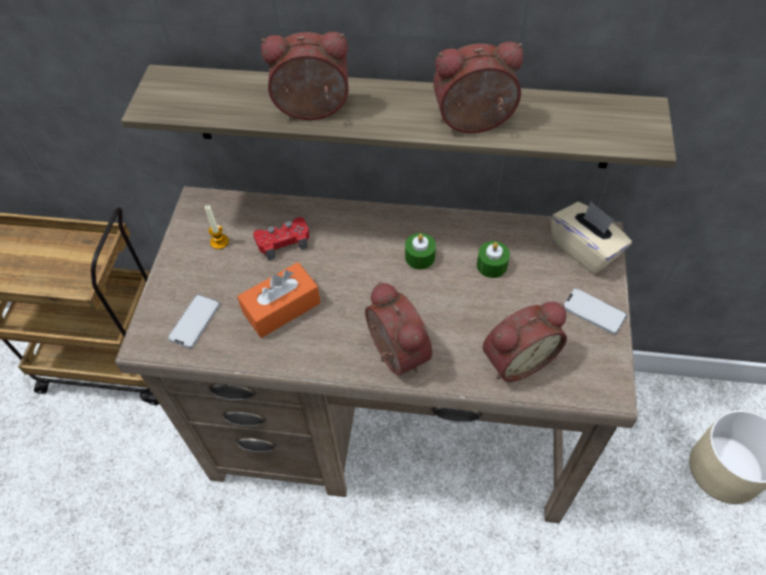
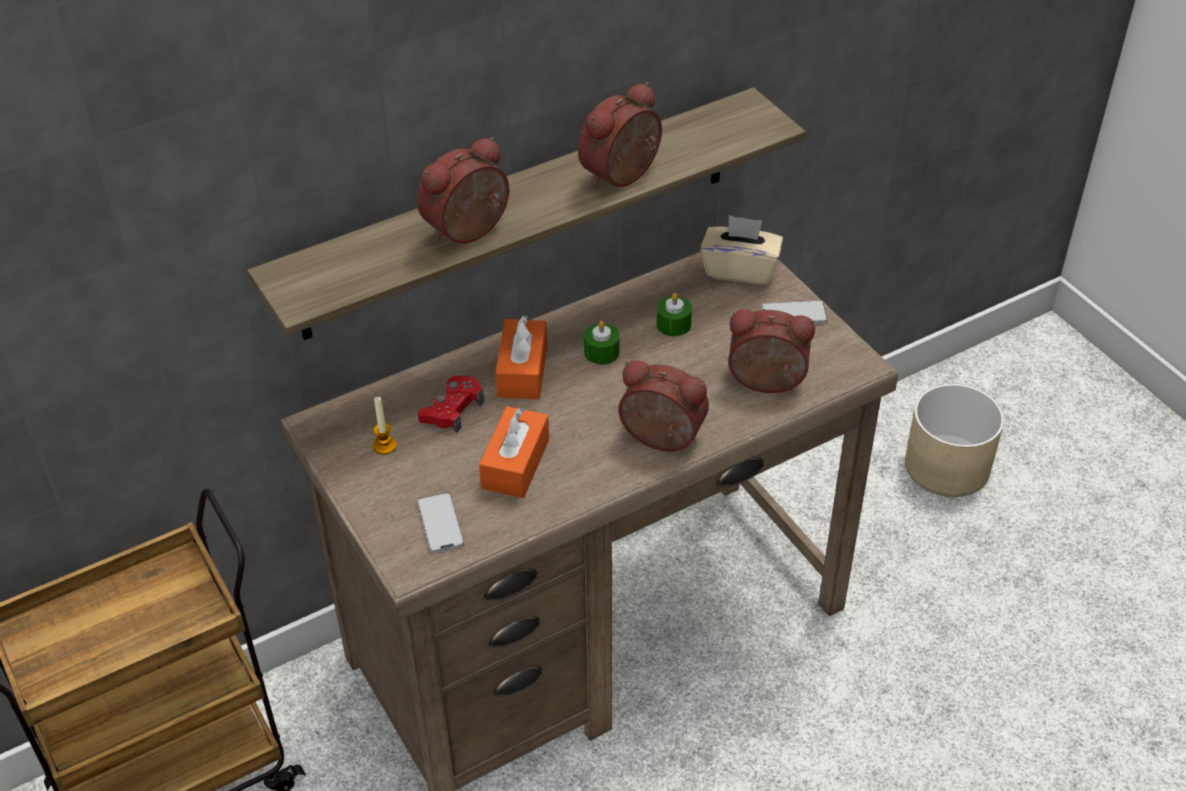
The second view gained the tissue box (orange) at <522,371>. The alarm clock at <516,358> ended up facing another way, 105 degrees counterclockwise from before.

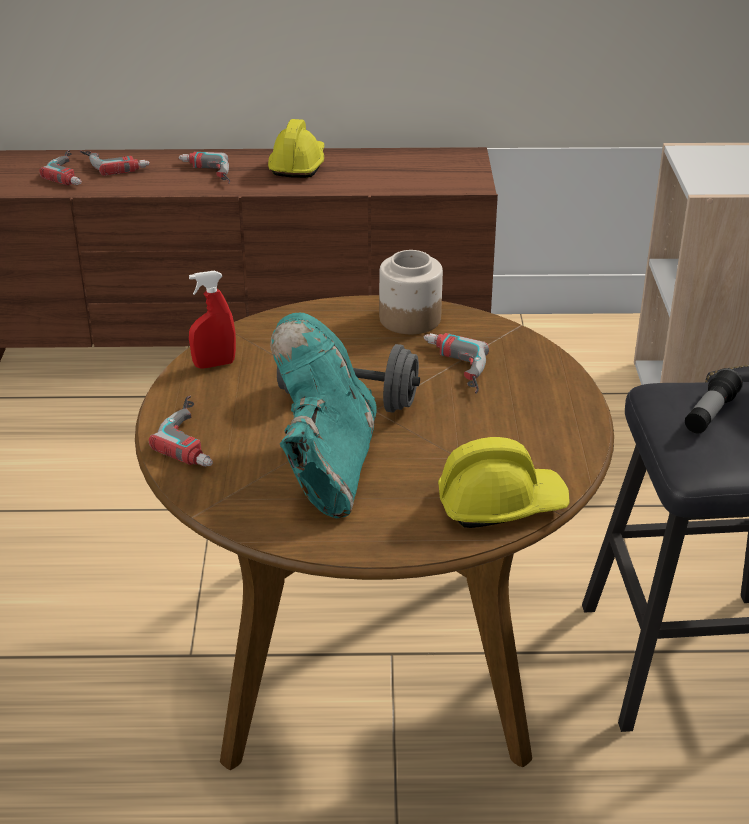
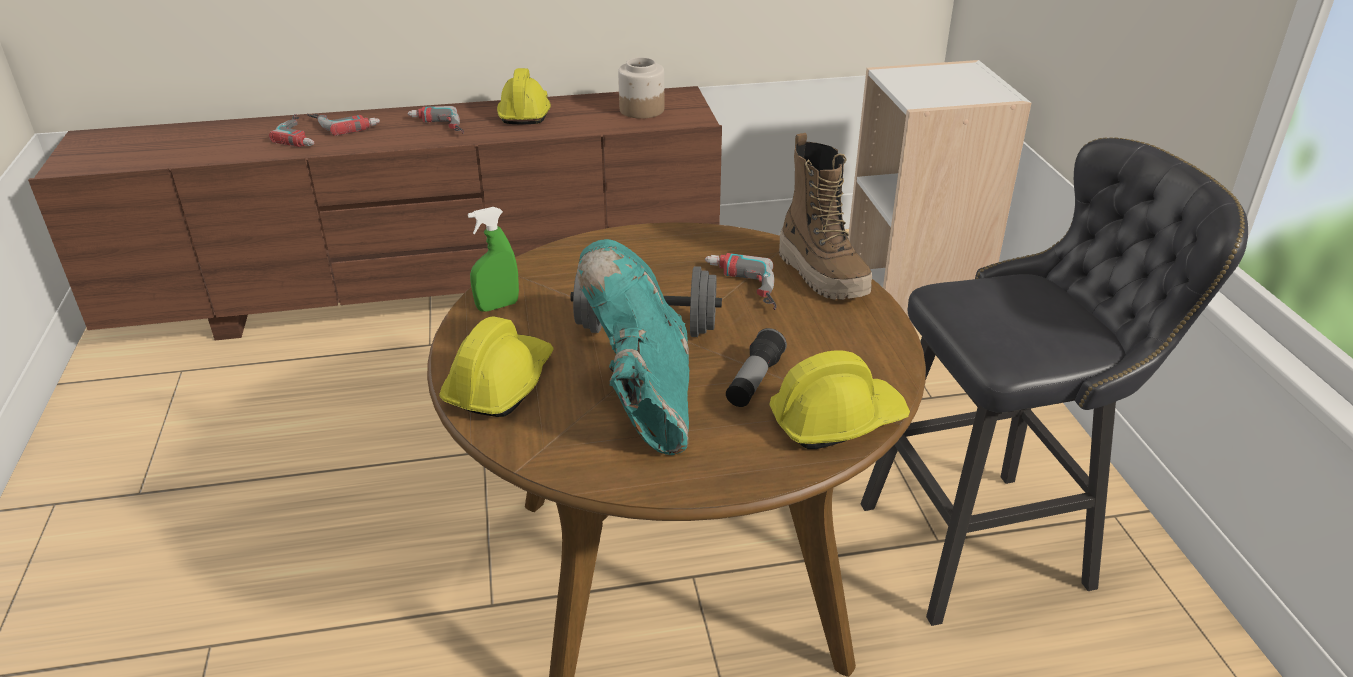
The second view gained the boot at <822,275>. The jar ended up elsewhere, having gone from <409,319> to <641,110>. The flashlight ended up elsewhere, having gone from <710,414> to <754,381>. Where the power drill stood at <198,437>, the hard hat (yellow) came to stand at <500,384>. What was the spray bottle (red) at <214,364> turned into the spray bottle (green) at <497,306>.

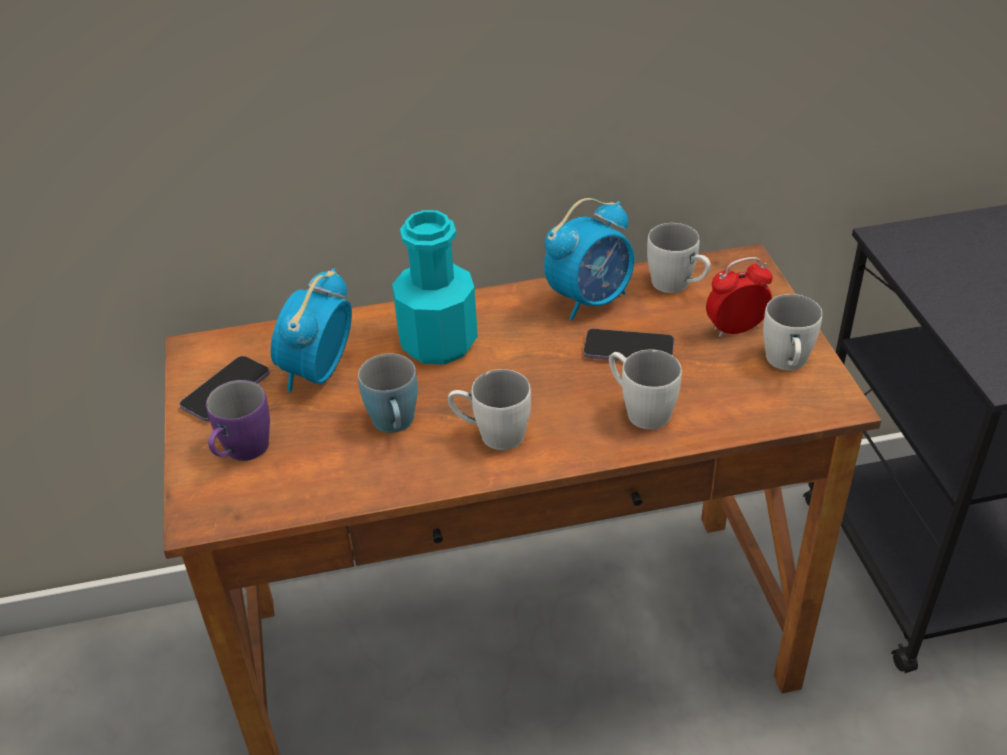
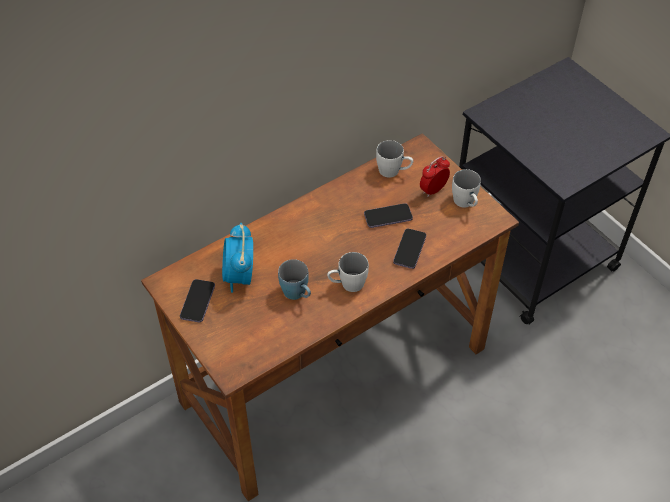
The second view lost the mug (purple) at <242,453>. The second view lost the bottle (turquoise) at <438,343>. The second view lost the alarm clock at <590,300>. Where the mug (white) stood at <639,410>, the phone came to stand at <409,249>.

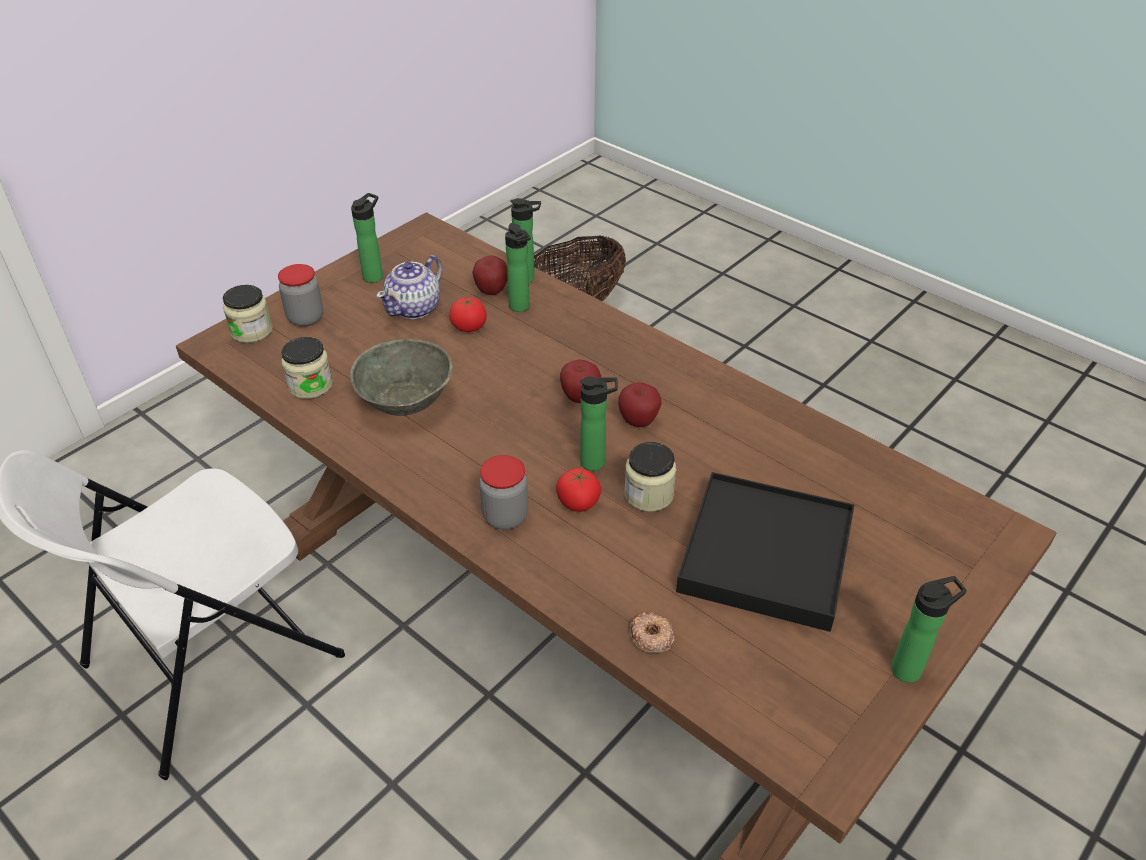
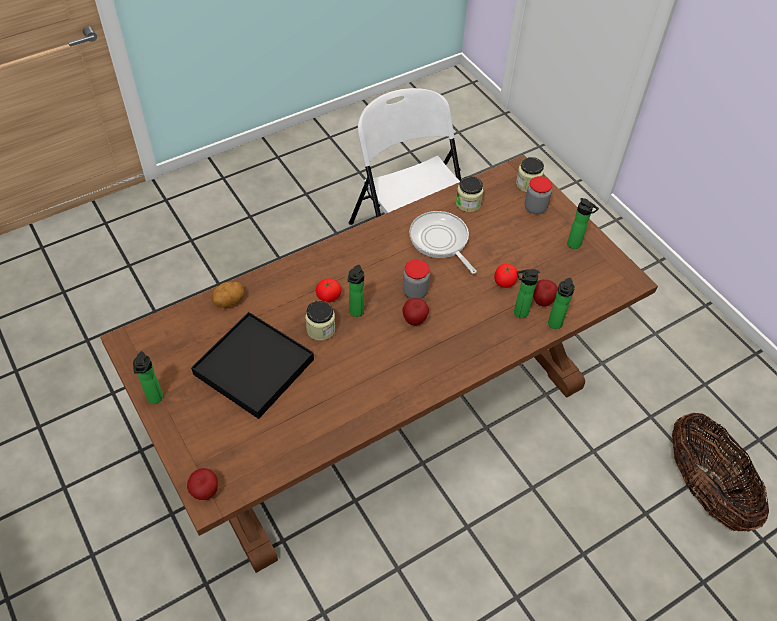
The second view lost the teapot at <414,308>. The jar ended up elsewhere, having gone from <505,516> to <415,292>. The apple ended up elsewhere, having gone from <638,422> to <205,492>. Where the bowl (grey) stood at <407,400>, the frying pan came to stand at <440,241>. Where the donut stood at <651,636>, the potato came to stand at <229,301>.

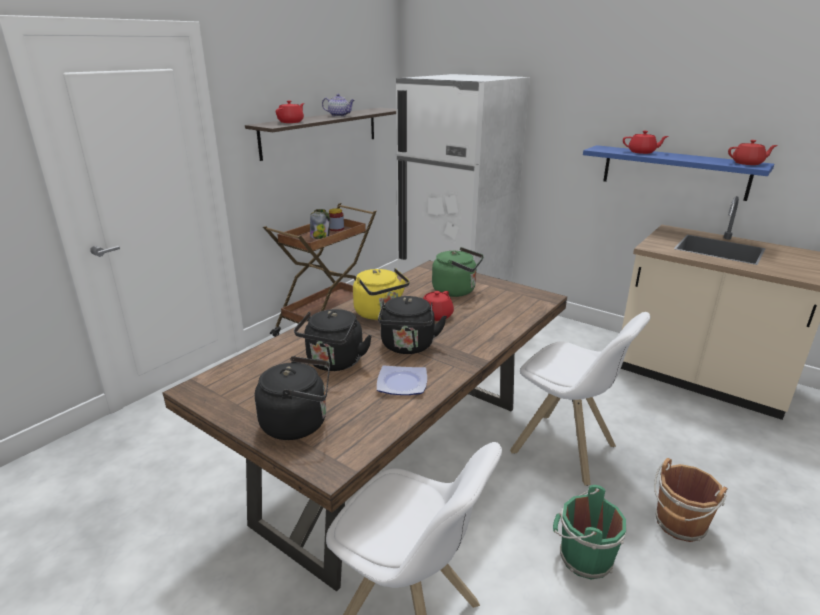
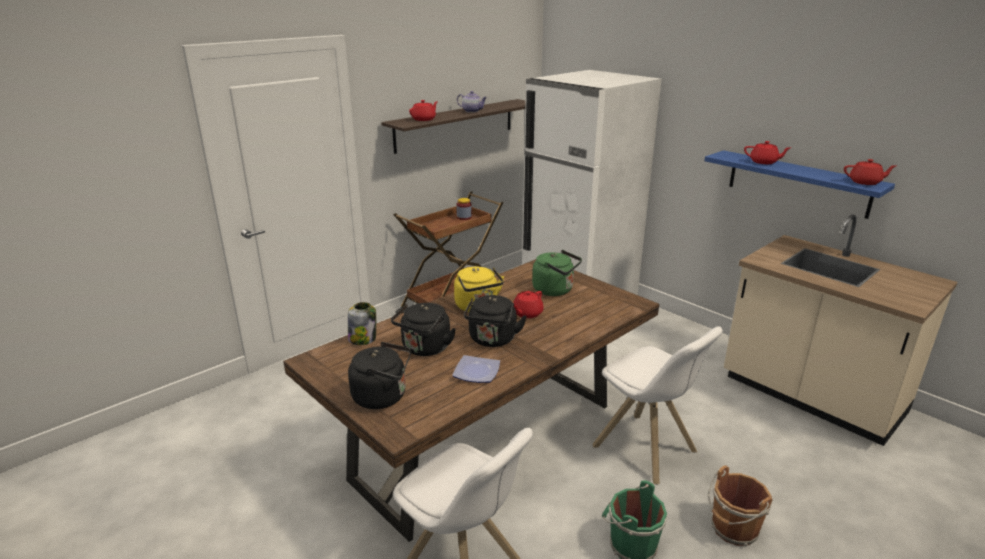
The jar ended up elsewhere, having gone from <320,236> to <363,339>.

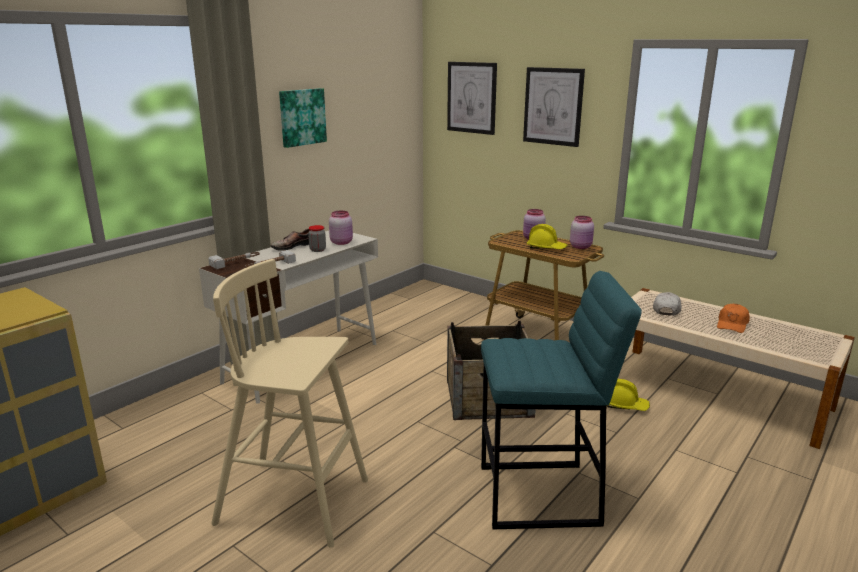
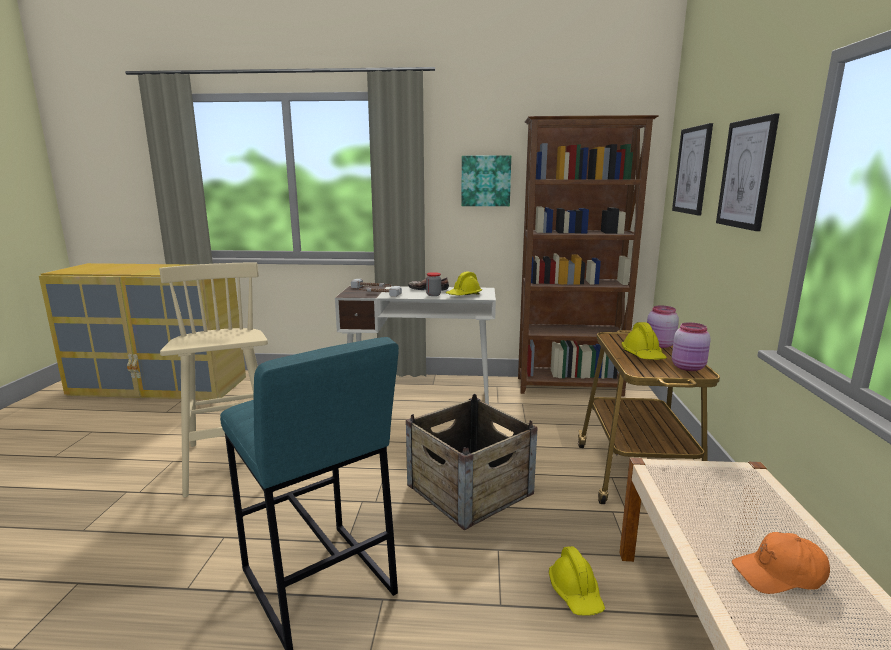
The second view lost the cap (white) at <666,310>. The second view gained the bookcase (brown) at <570,387>. Where the jar (pink) stood at <342,242>, the hard hat (yellow) came to stand at <464,295>.

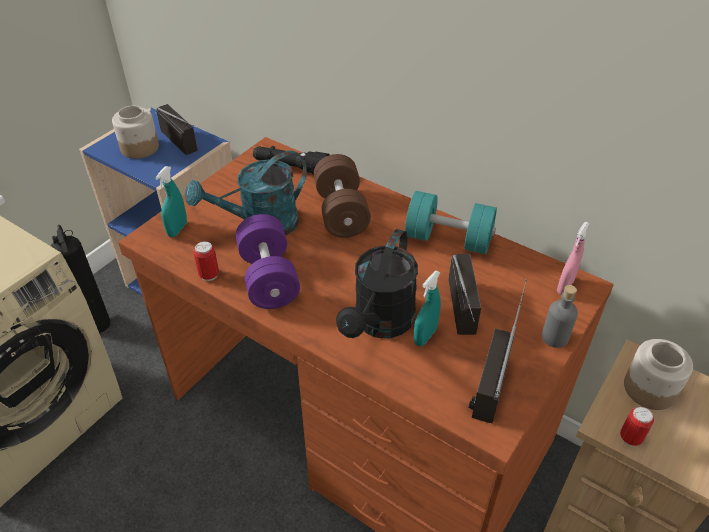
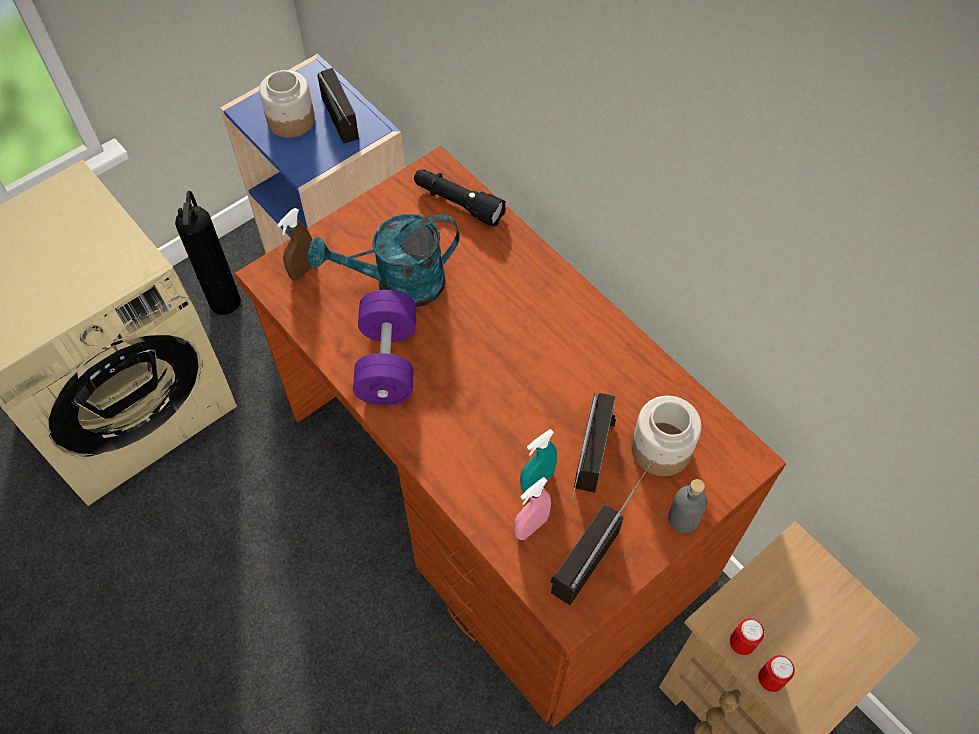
The second view lost the dumbbell (brown) at <341,212>. The second view lost the watering can (black) at <380,324>. The second view lost the dumbbell (turquoise) at <448,239>. The can ended up elsewhere, having gone from <209,275> to <770,679>. The spray bottle (pink) ended up elsewhere, having gone from <565,286> to <531,527>. The jar ended up elsewhere, having gone from <649,389> to <660,449>. What was the spray bottle (turquoise) at <177,229> turned into the spray bottle (brown) at <303,270>.

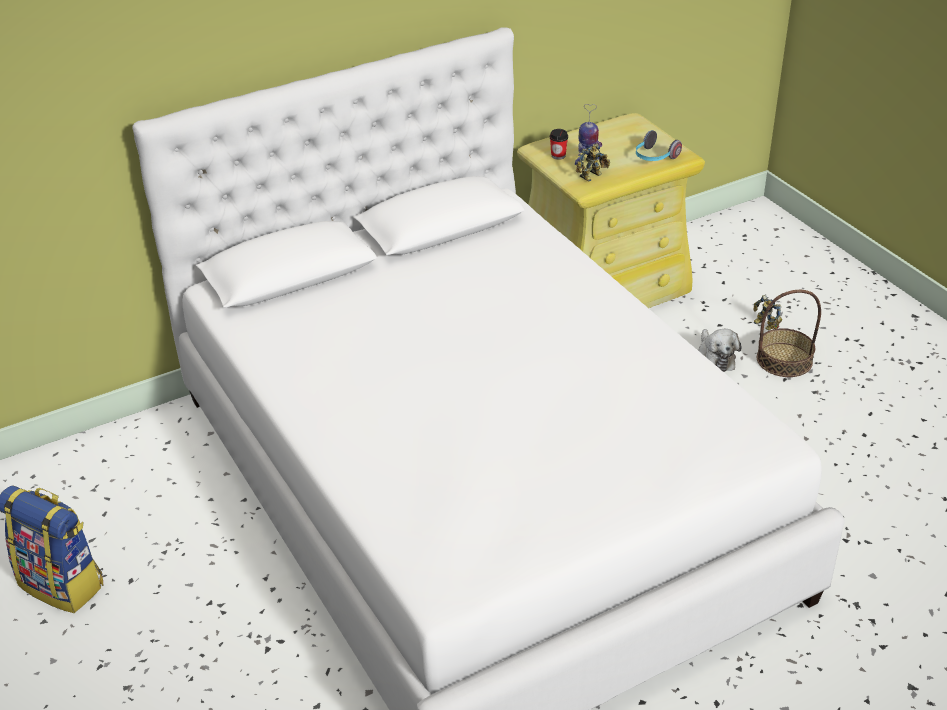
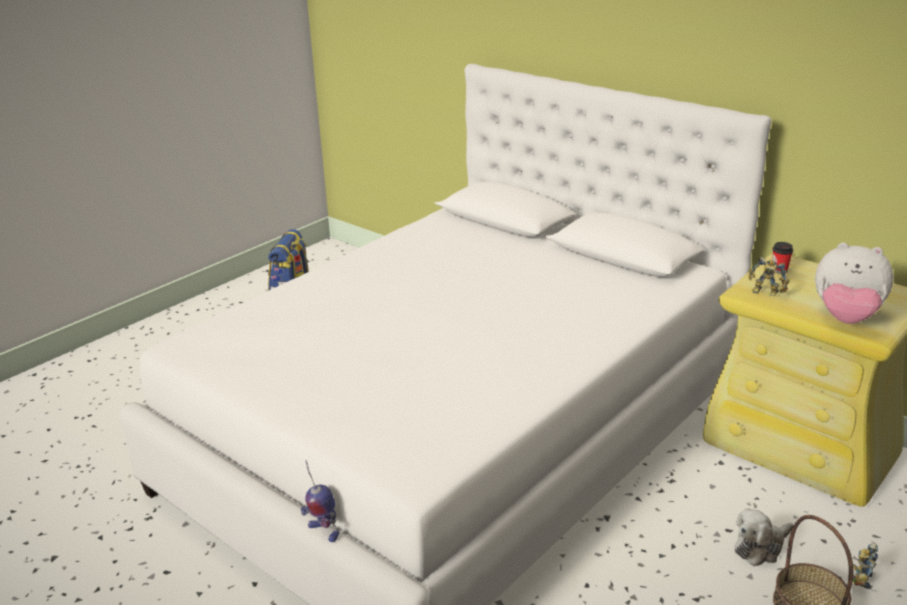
The toy robot ended up elsewhere, having gone from <586,160> to <323,531>. Where the headphones stood at <654,157>, the plush toy came to stand at <846,318>.

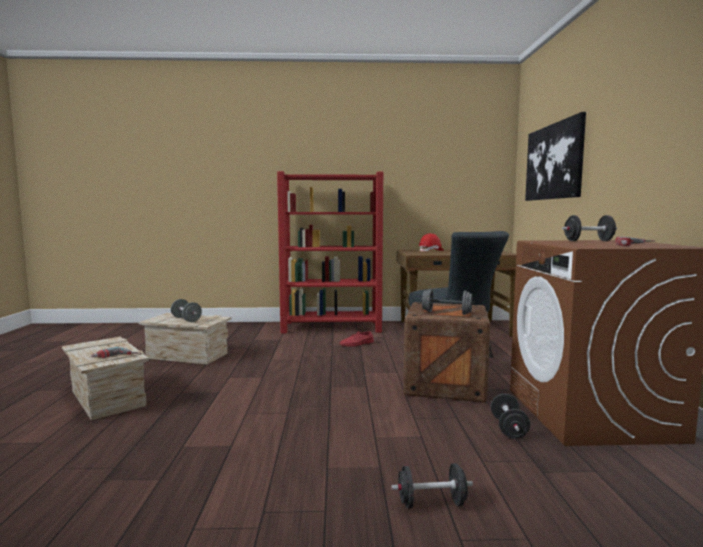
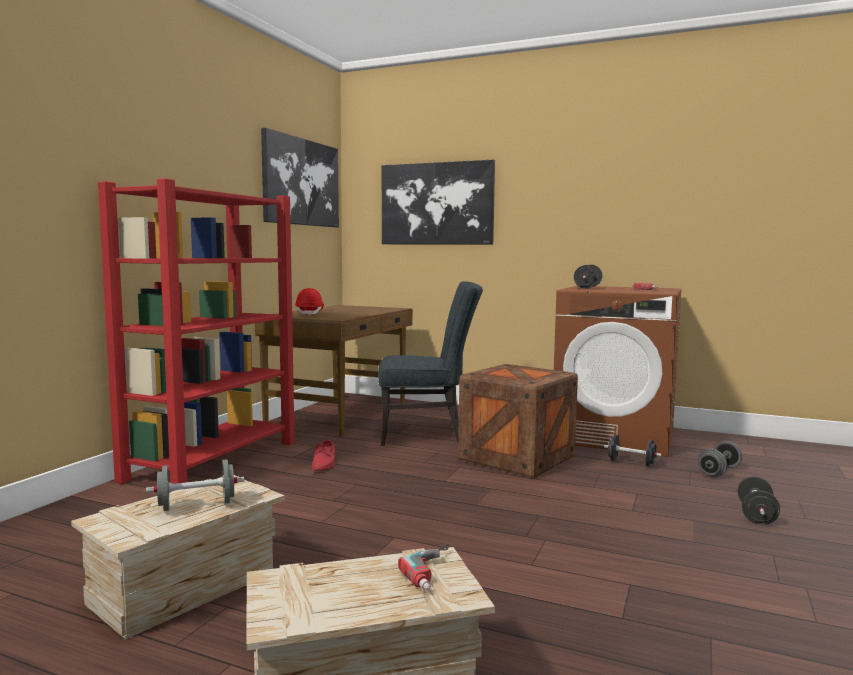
The second view gained the picture at <301,182>. The dumbbell (grey) ended up elsewhere, having gone from <446,313> to <719,471>.

